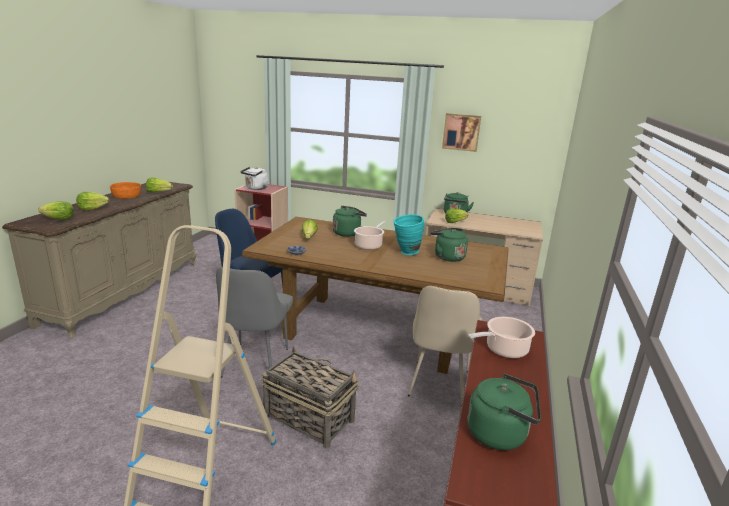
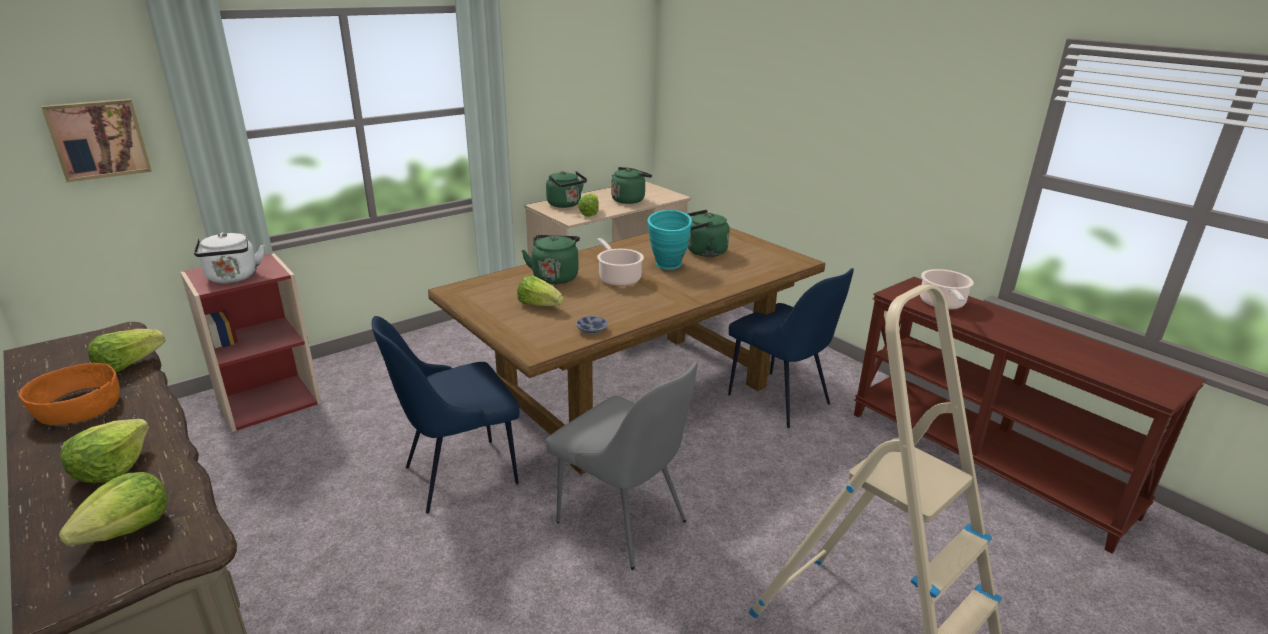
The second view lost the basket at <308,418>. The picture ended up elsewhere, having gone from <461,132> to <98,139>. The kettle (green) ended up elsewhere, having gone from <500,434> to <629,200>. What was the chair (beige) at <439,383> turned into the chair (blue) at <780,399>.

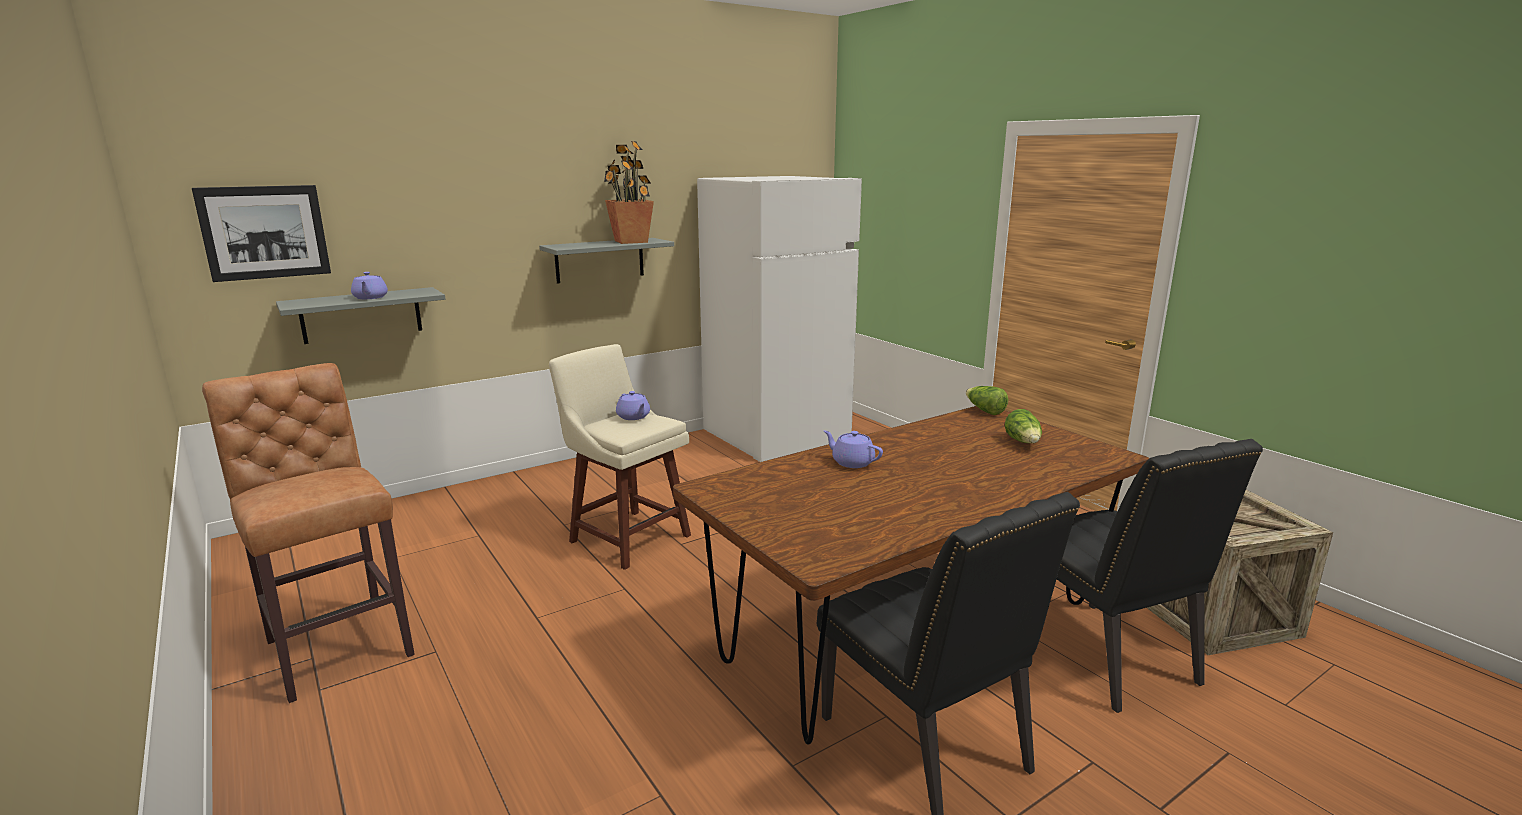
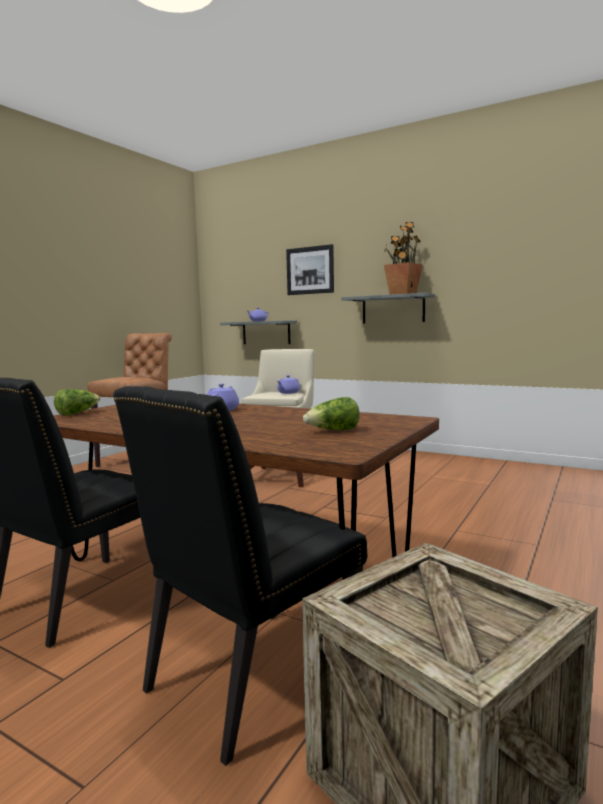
The second view lost the fridge (white) at <777,434>. The picture ended up elsewhere, having gone from <264,232> to <310,270>. The lettuce ended up elsewhere, having gone from <984,411> to <77,413>.

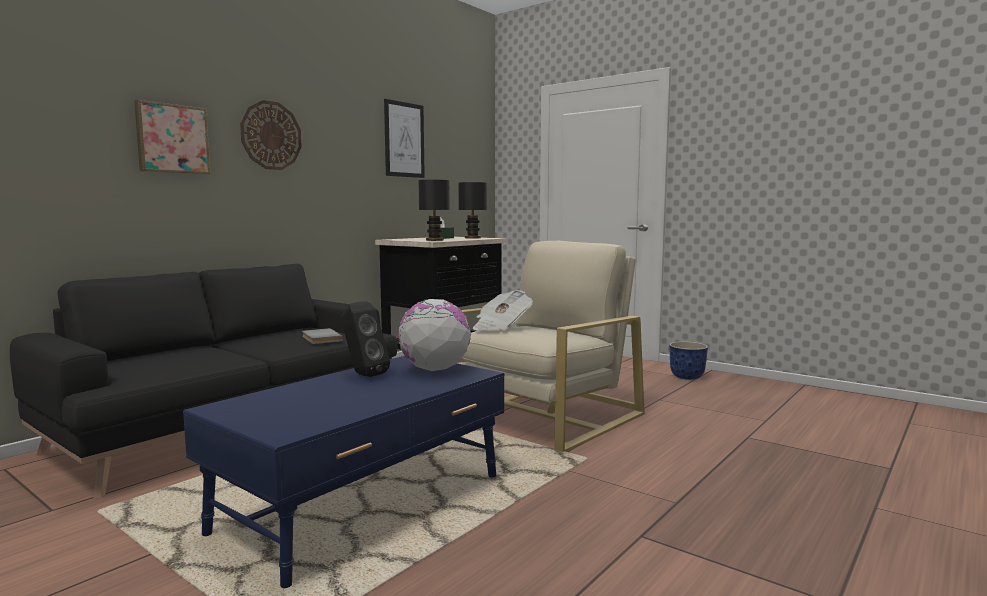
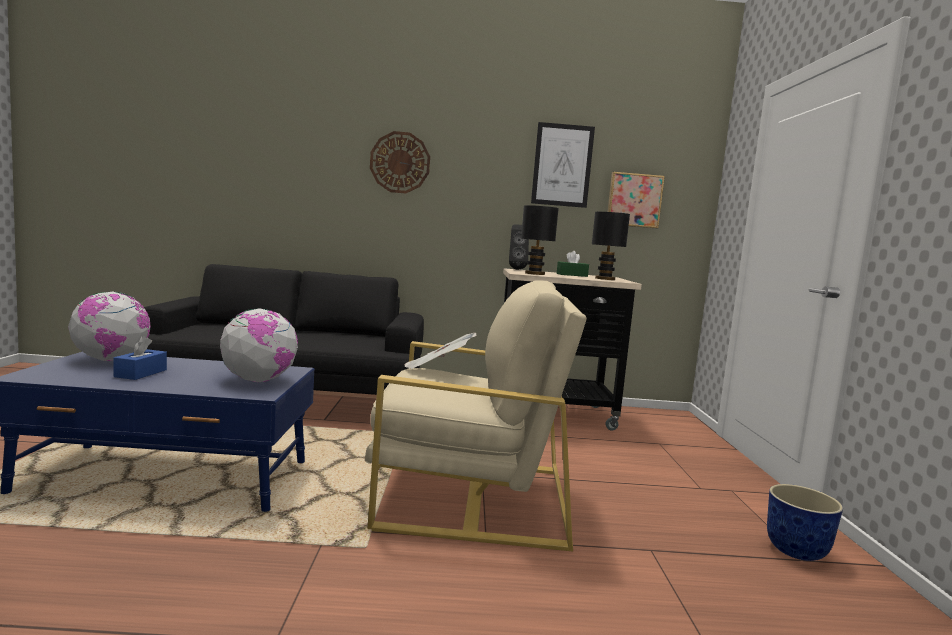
The second view lost the book (grey) at <320,338>. The second view gained the globe at <111,360>. The second view gained the tissue box (blue) at <141,373>. The picture ended up elsewhere, having gone from <172,139> to <634,200>. The speaker (black) ended up elsewhere, having gone from <363,375> to <516,269>.

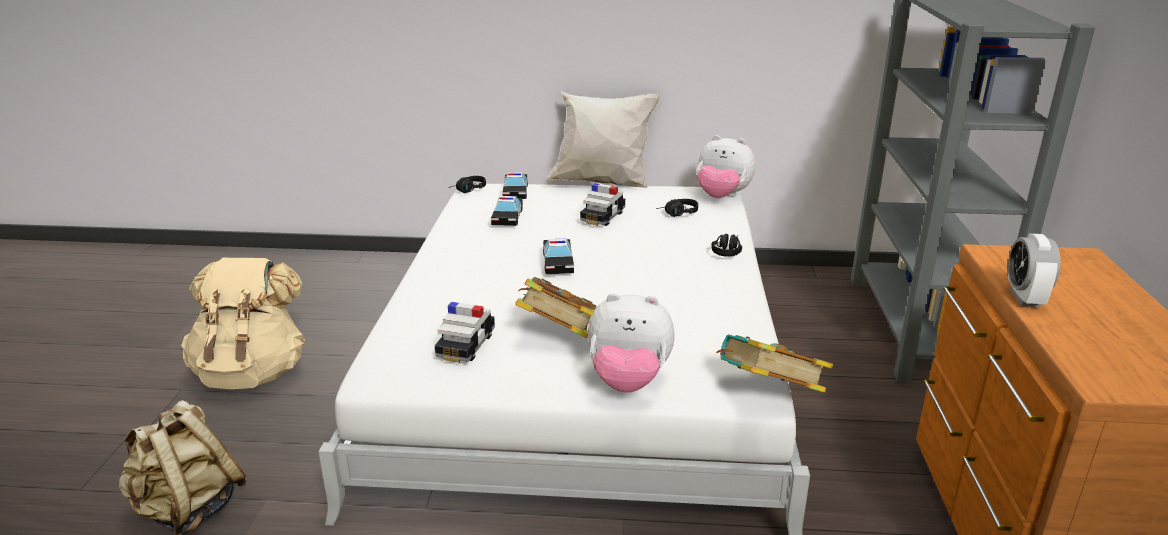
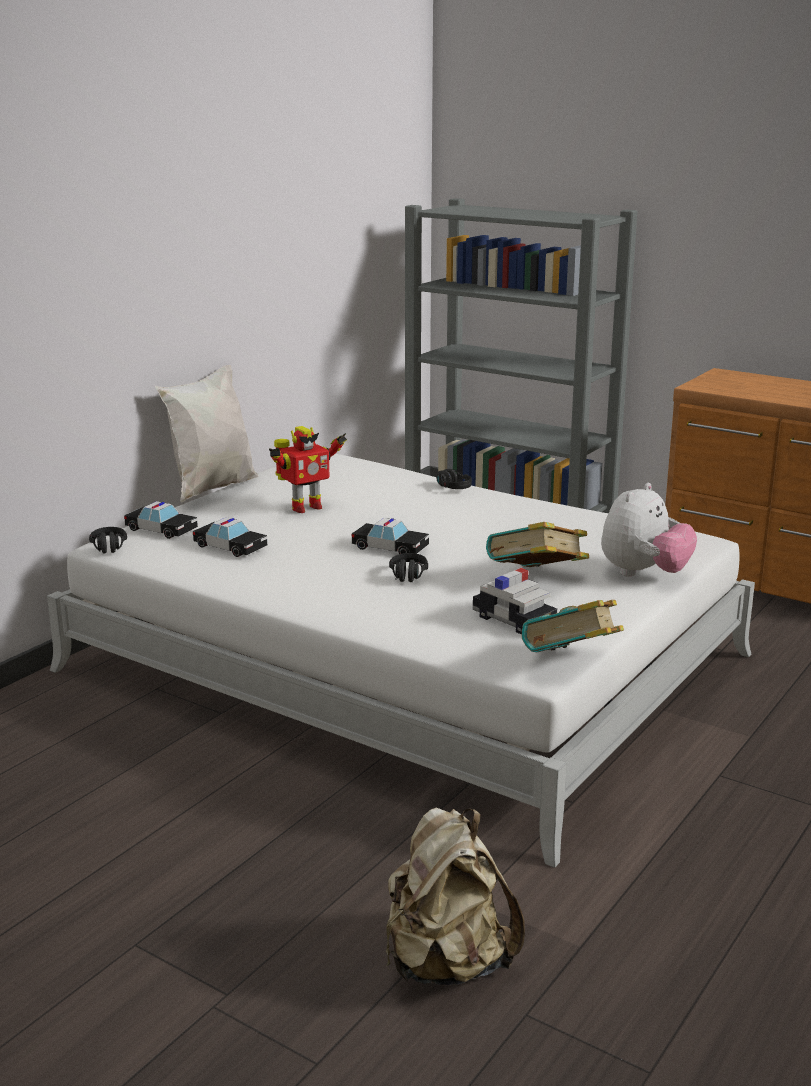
The second view lost the backpack (beige) at <252,372>. The second view lost the plush toy at <722,197>. The second view lost the alarm clock at <1024,298>. The headphones (black) ended up elsewhere, having gone from <677,214> to <407,578>. The book ended up elsewhere, having gone from <768,393> to <571,665>. Where the toy car stood at <603,216>, the toy robot came to stand at <305,507>.

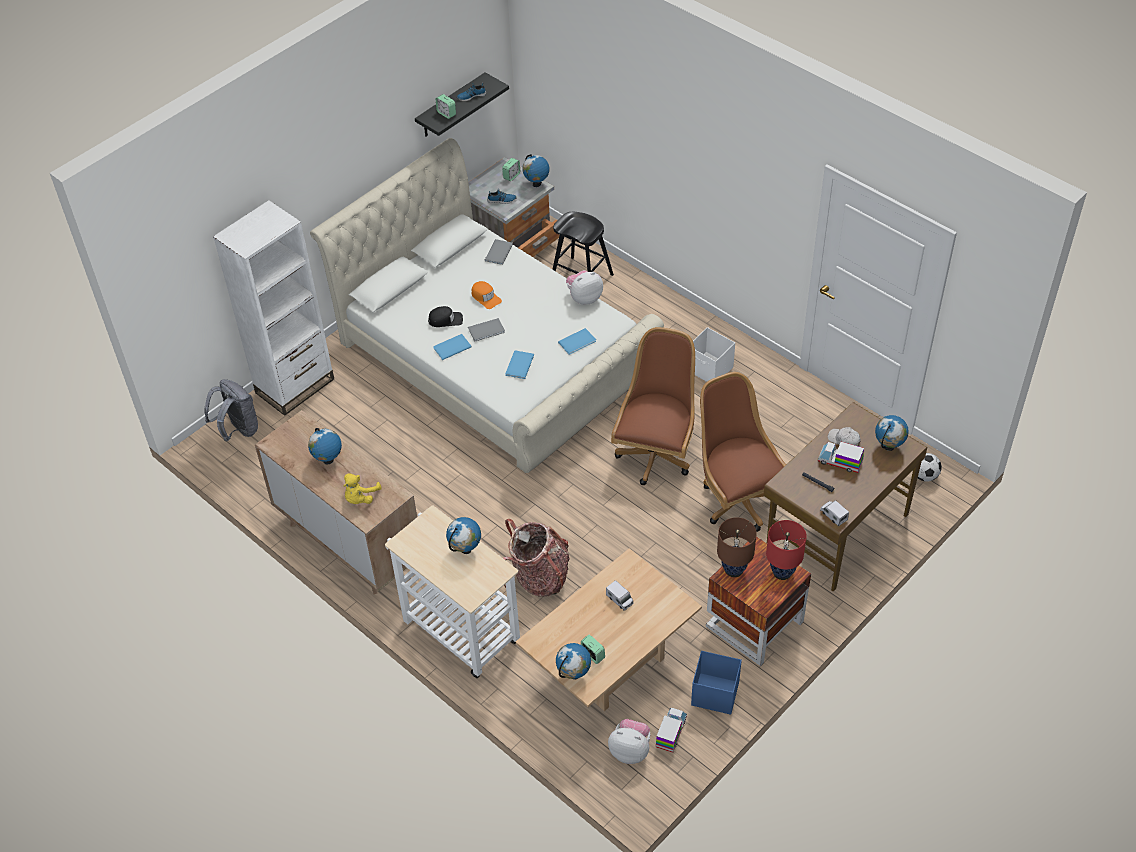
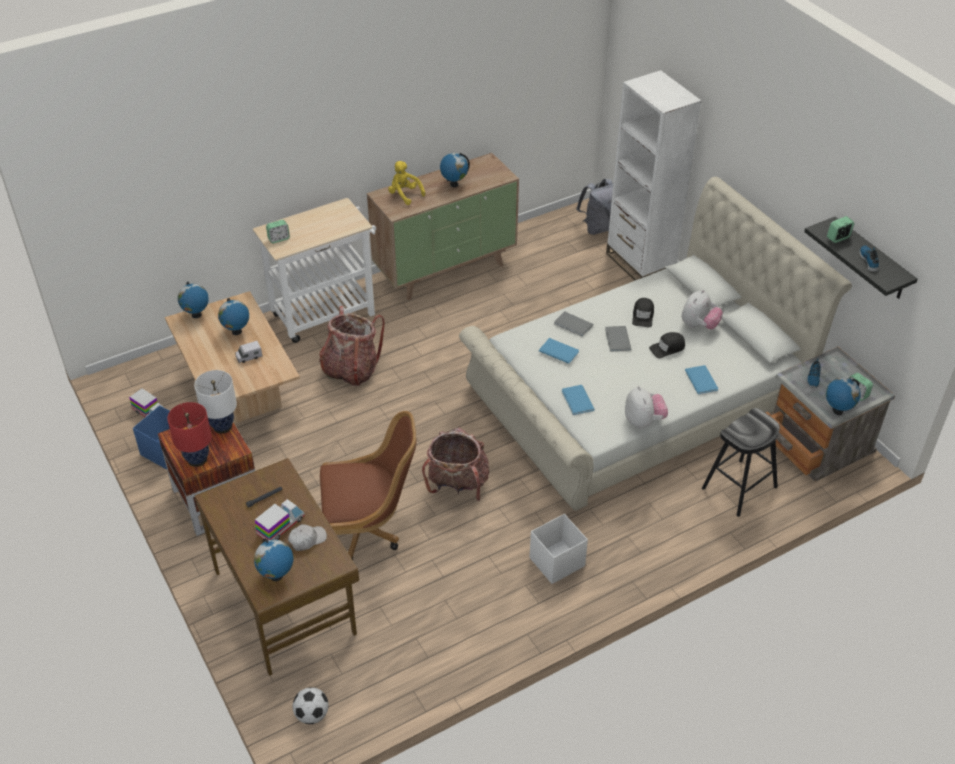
The second view lost the toy truck at <833,515>. The book (blue) ended up elsewhere, having gone from <451,347> to <702,379>. The globe ended up elsewhere, having gone from <465,550> to <236,332>. The book (grey) ended up elsewhere, having gone from <500,252> to <573,325>. The alarm clock ended up elsewhere, having gone from <593,655> to <278,239>. The plush toy ended up elsewhere, having gone from <630,750> to <699,325>. Where the office chair (brown) stood at <656,451>, the backpack came to stand at <457,484>. What was the cap (orange) at <485,297> turned into the cap (black) at <667,348>. What was the table lamp (brown) at <734,569> turned into the table lamp (white) at <222,427>.

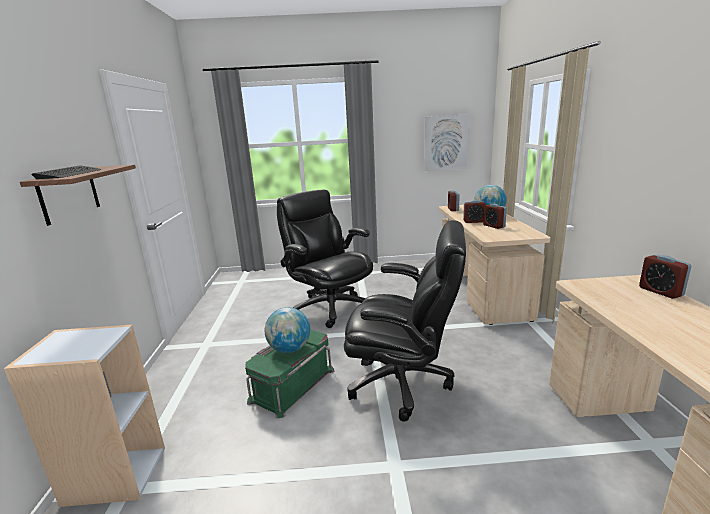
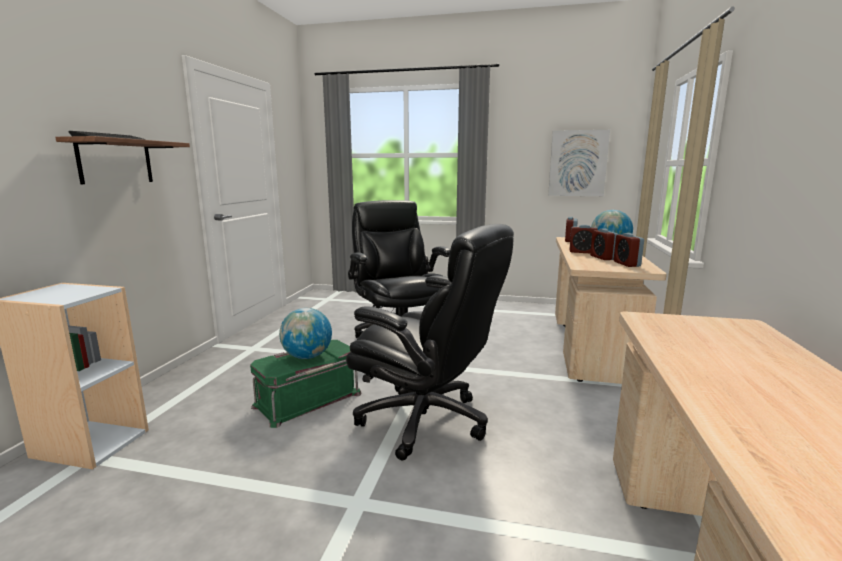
The alarm clock ended up elsewhere, having gone from <660,291> to <626,264>.

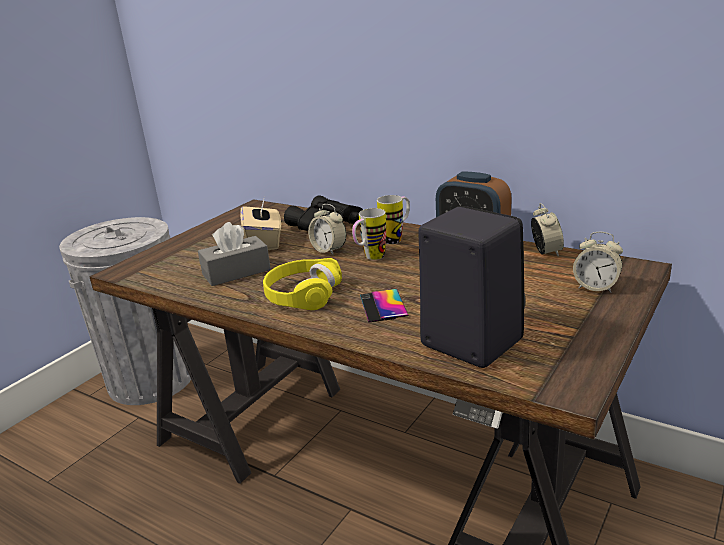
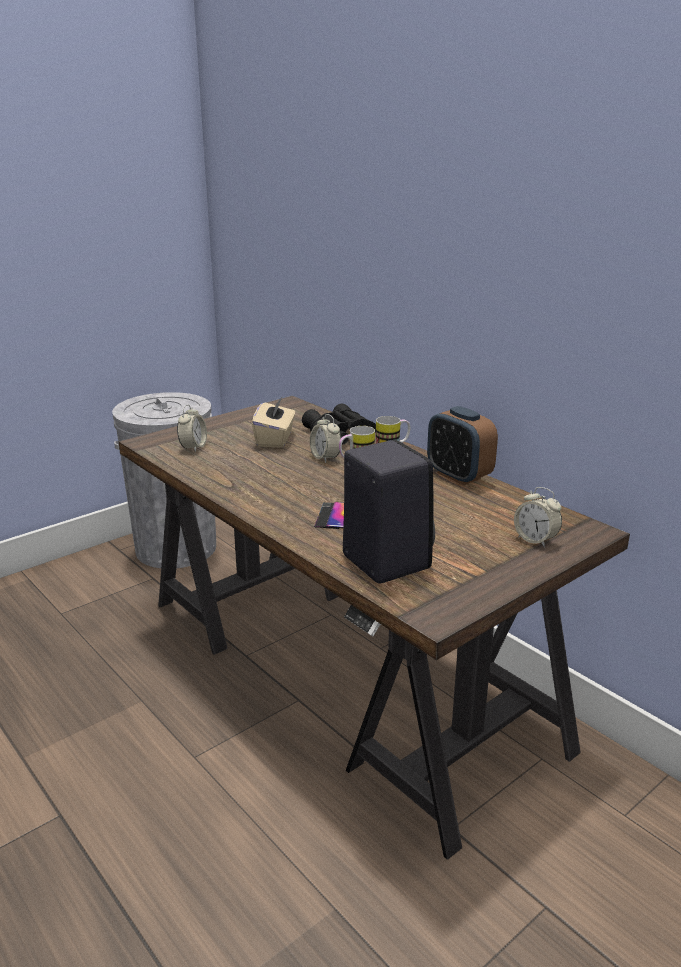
The second view lost the tissue box (grey) at <236,272>. The second view lost the headphones (yellow) at <302,294>. The alarm clock ended up elsewhere, having gone from <546,252> to <193,447>.

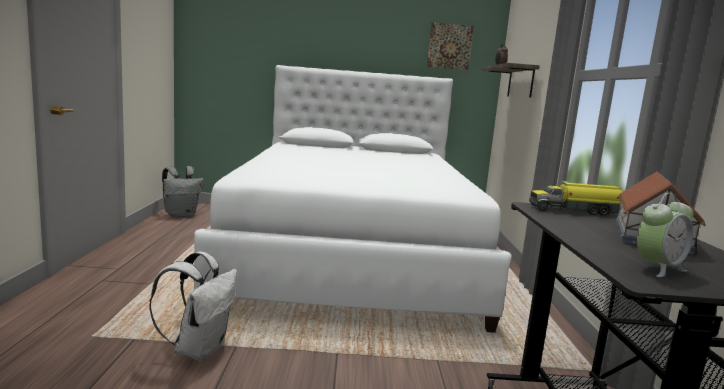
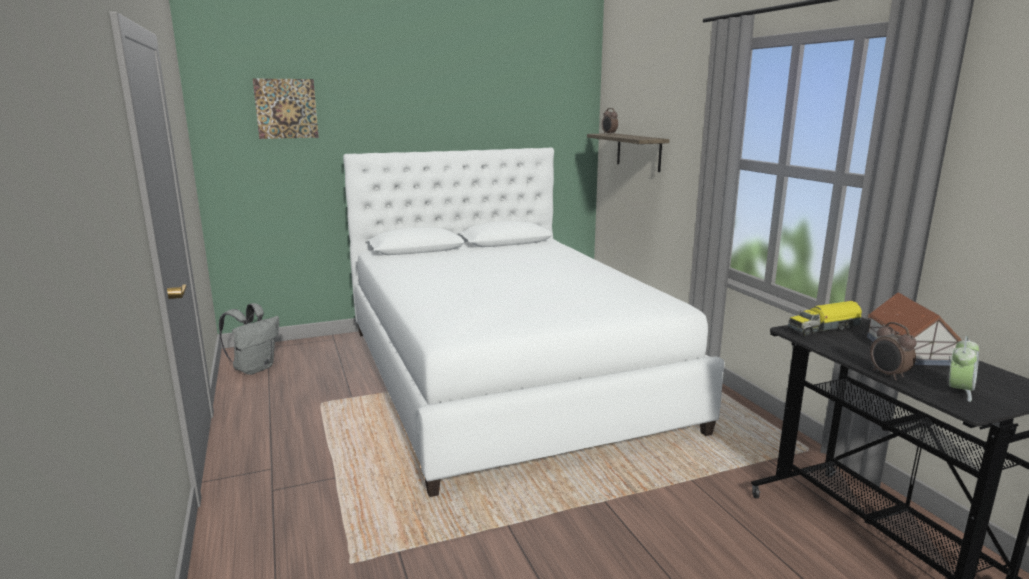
The second view lost the backpack (white) at <199,349>. The second view gained the alarm clock at <888,375>. The picture ended up elsewhere, having gone from <449,46> to <286,108>.

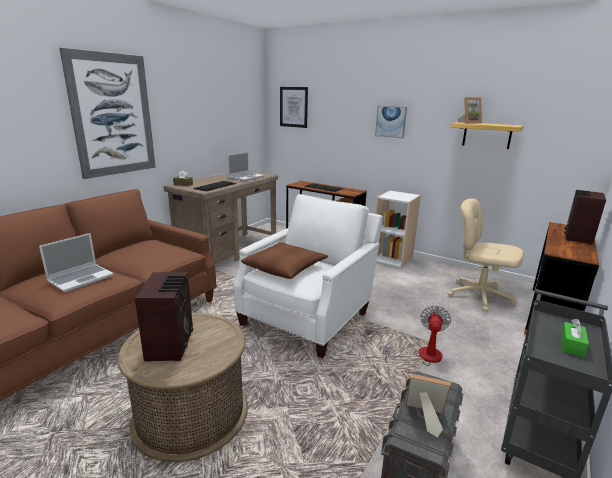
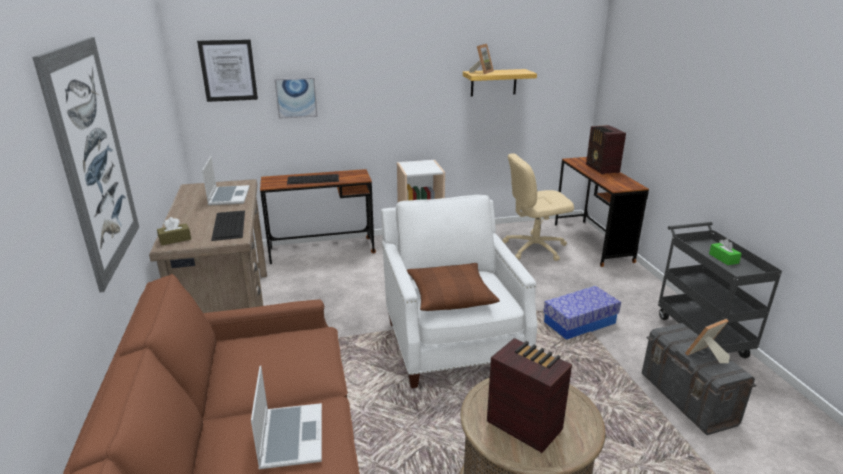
The picture ended up elsewhere, having gone from <391,121> to <296,97>. Where the fan stood at <422,357>, the storage box came to stand at <579,323>.

